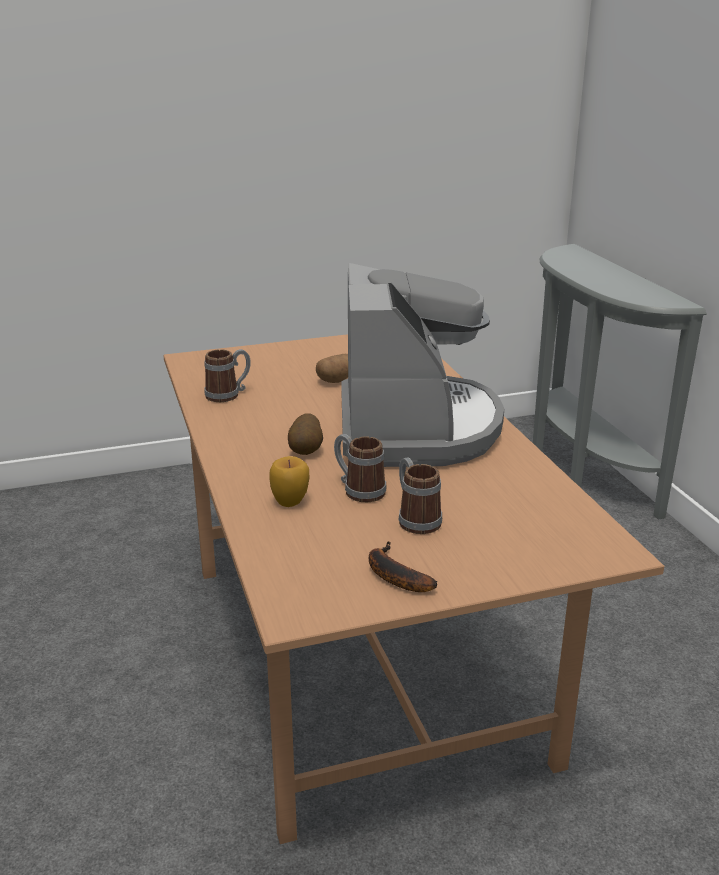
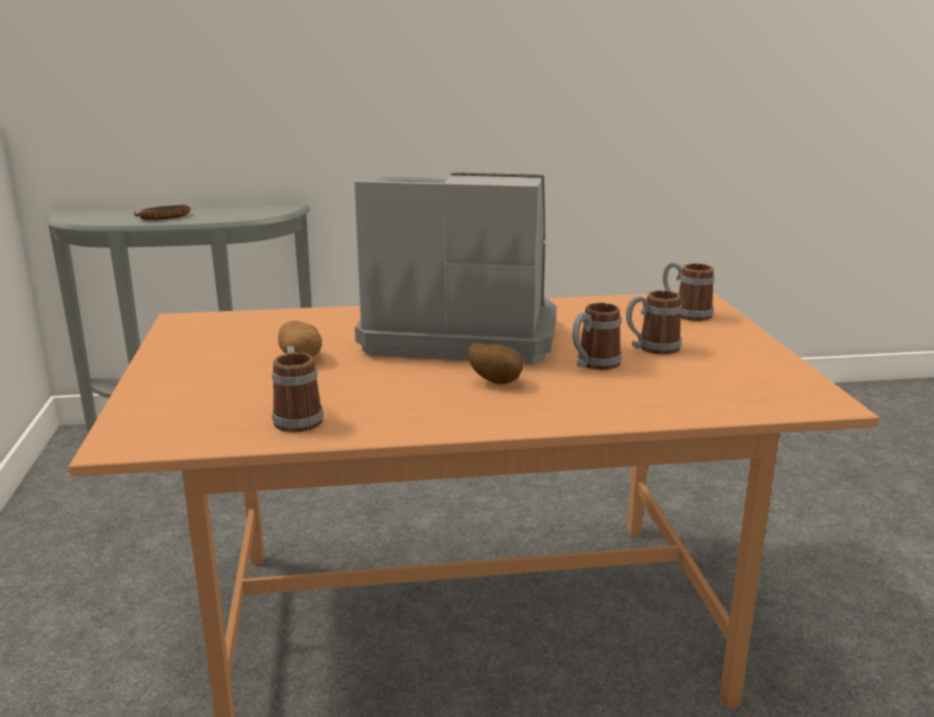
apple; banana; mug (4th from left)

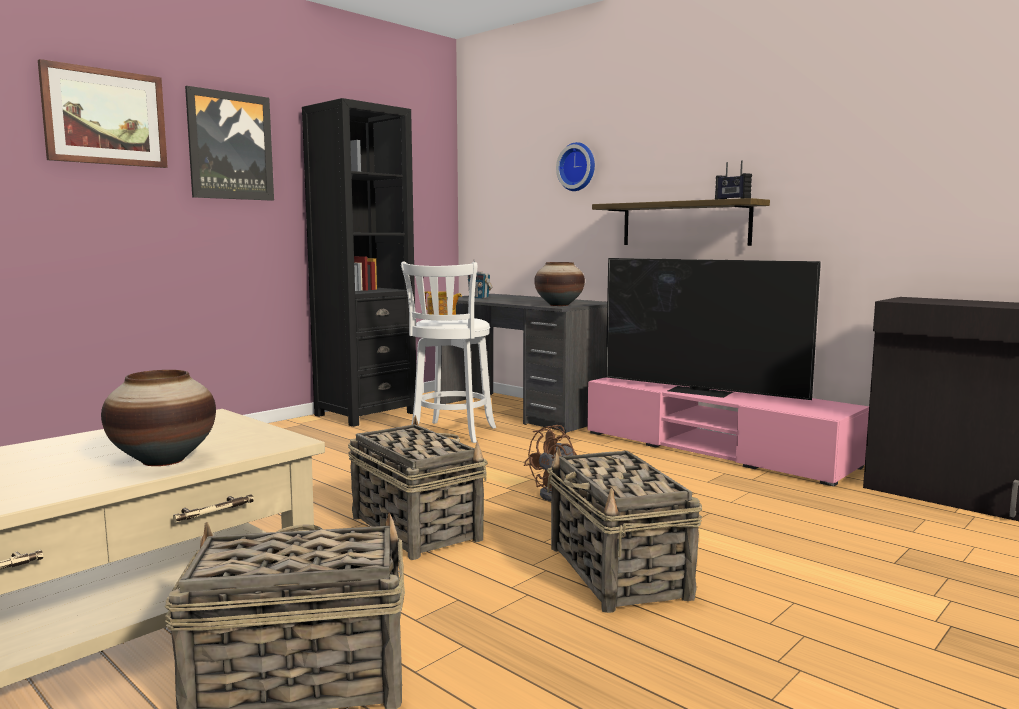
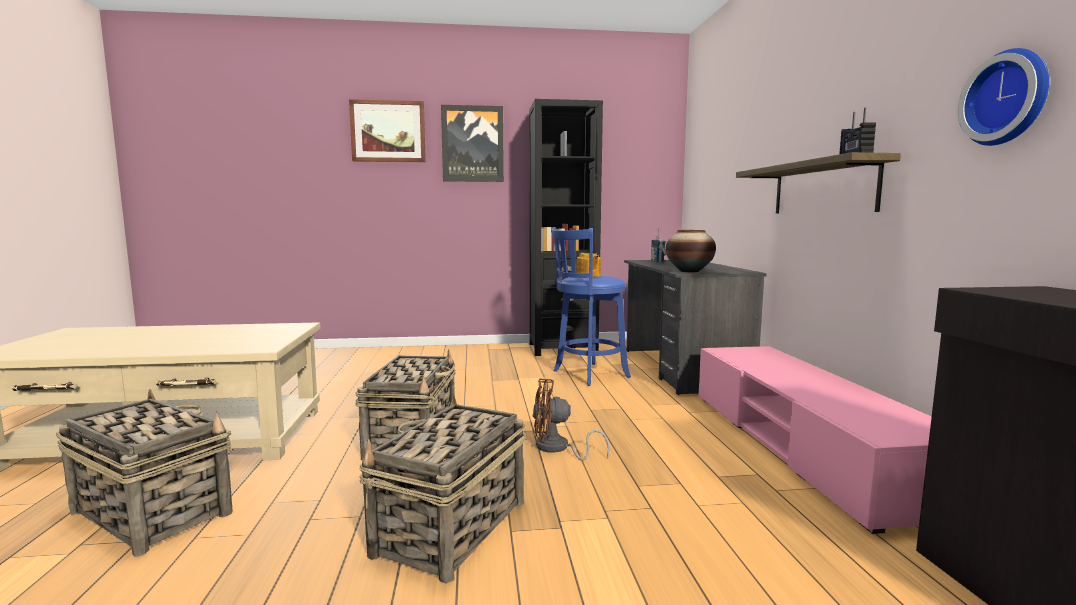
vase (1st from left in the first image); blue stool; wall clock; television

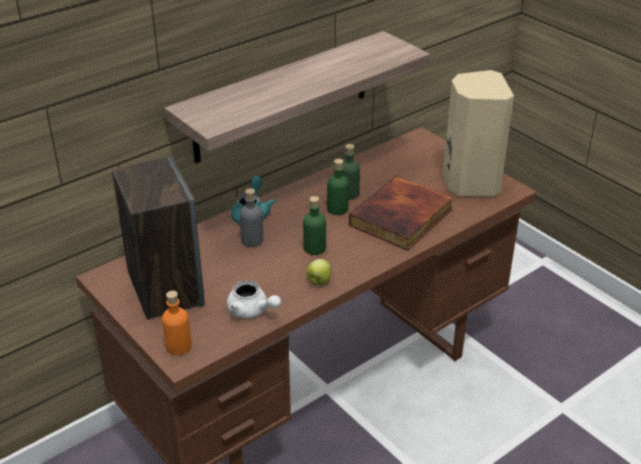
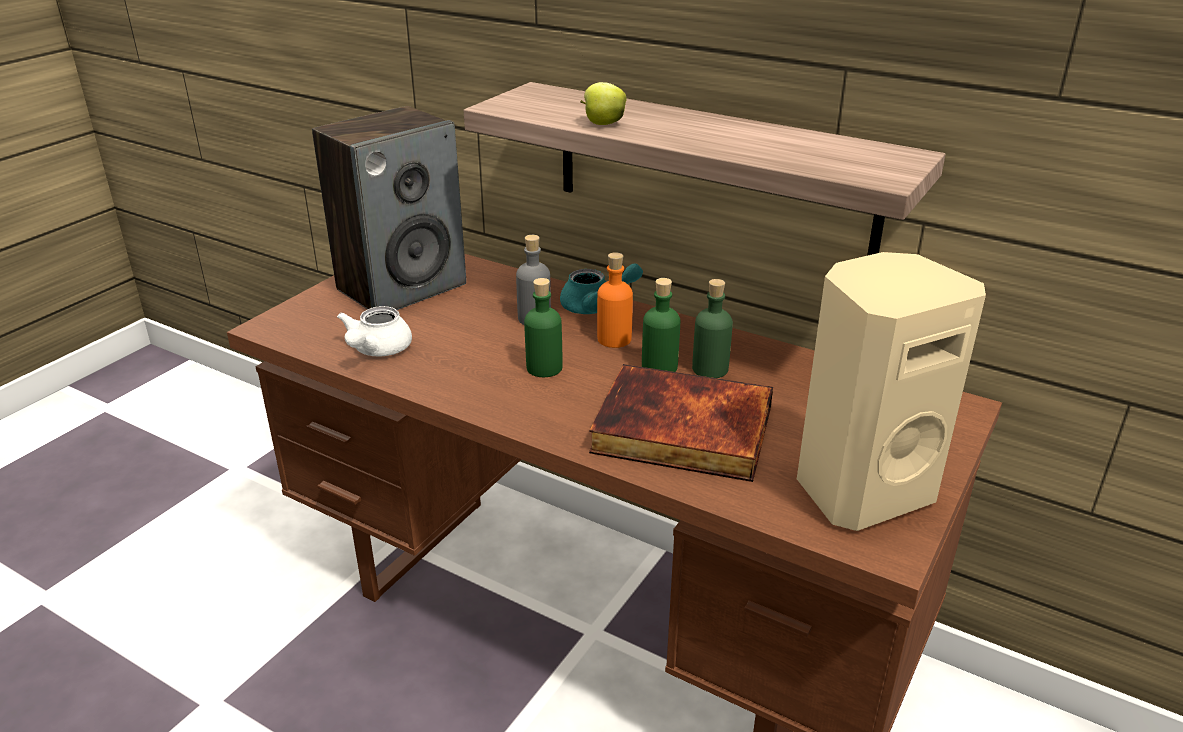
orange bottle; apple

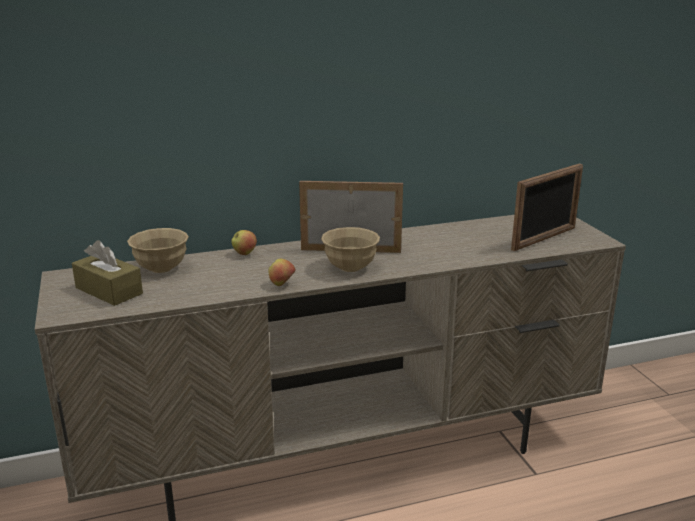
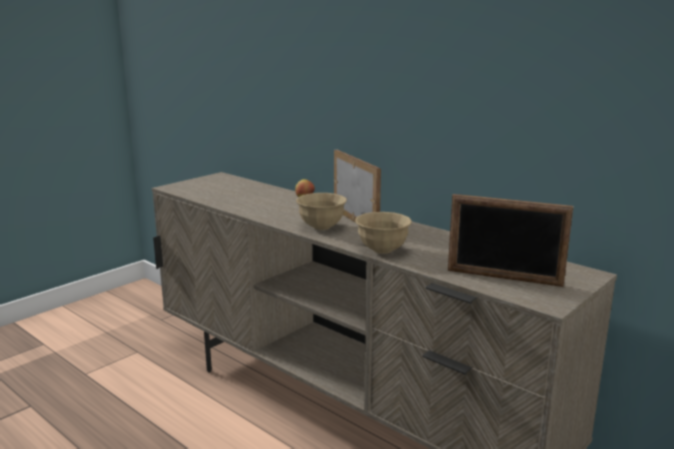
brown tissue box; beige bowl (2nd from left); apple (2nd from left in the first image)

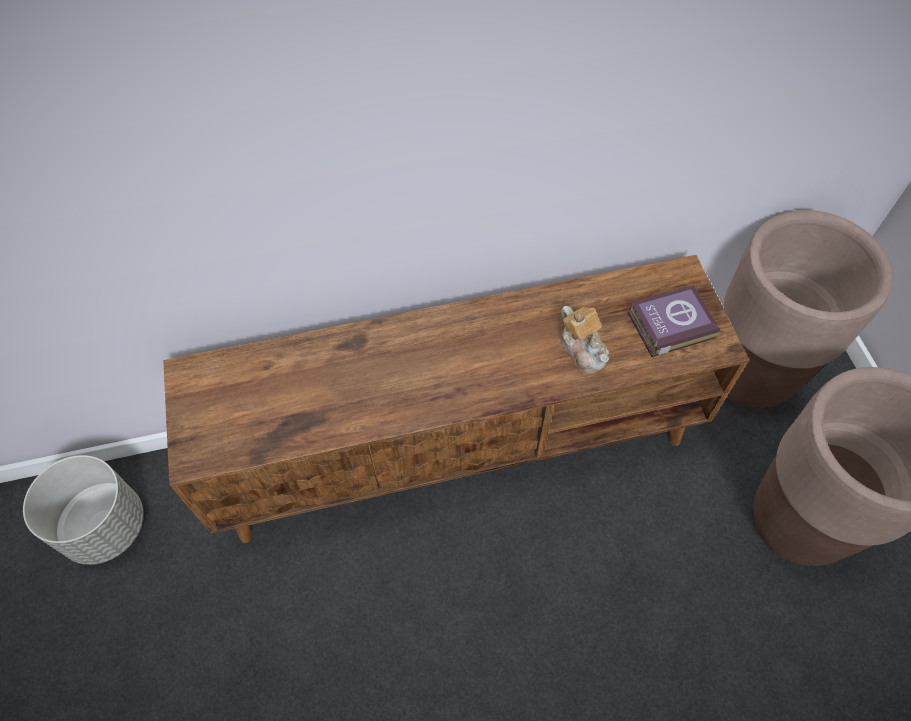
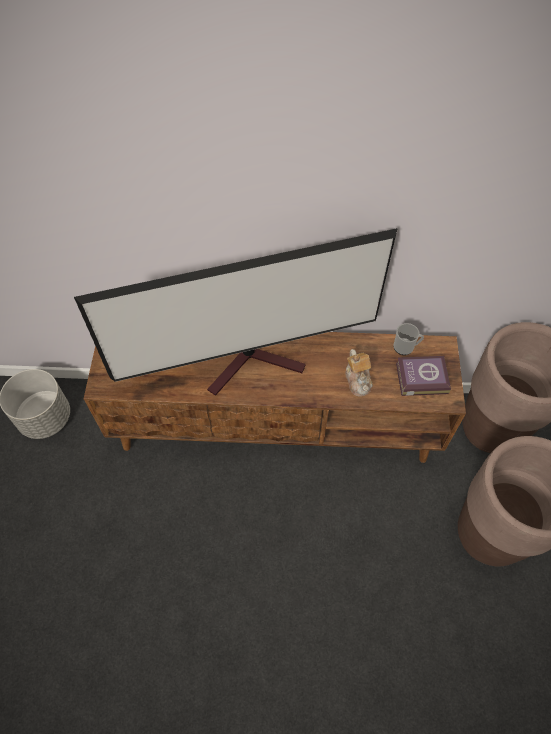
television; mug

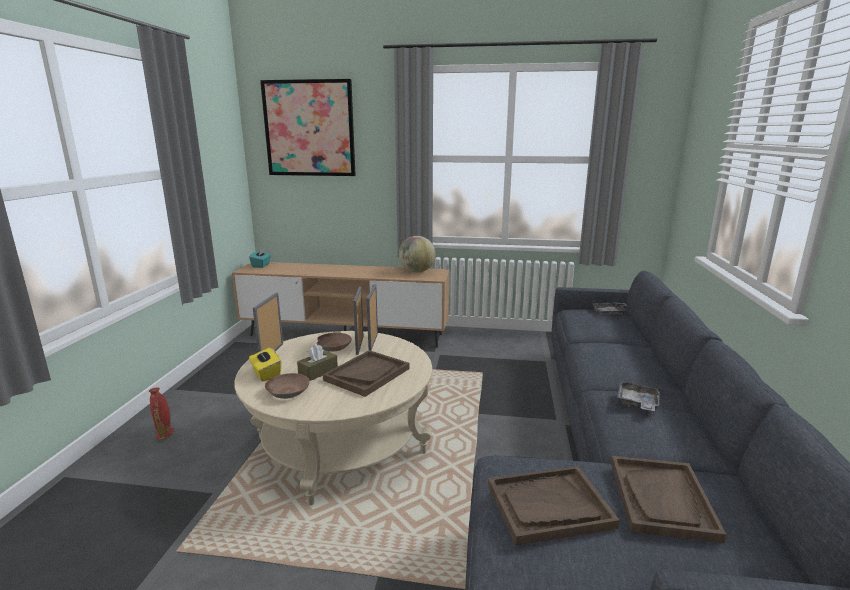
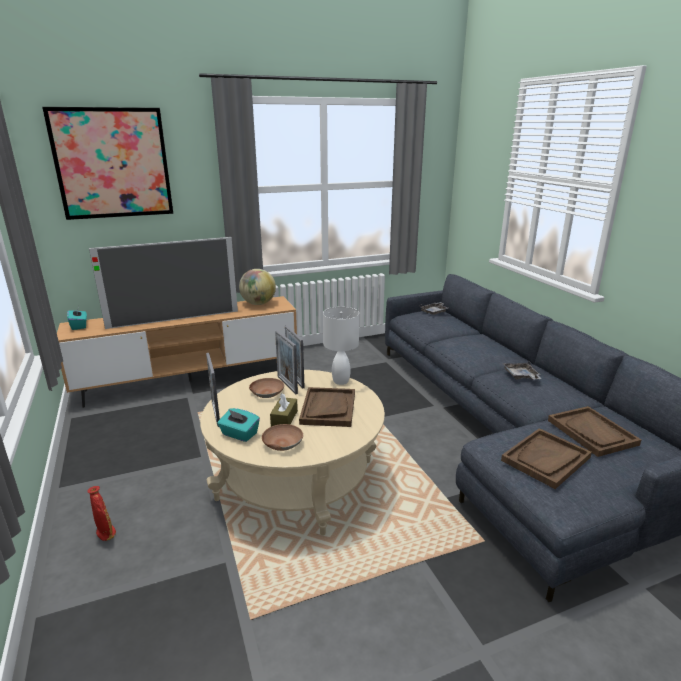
turquoise tissue box (2nd from left); television; white table lamp

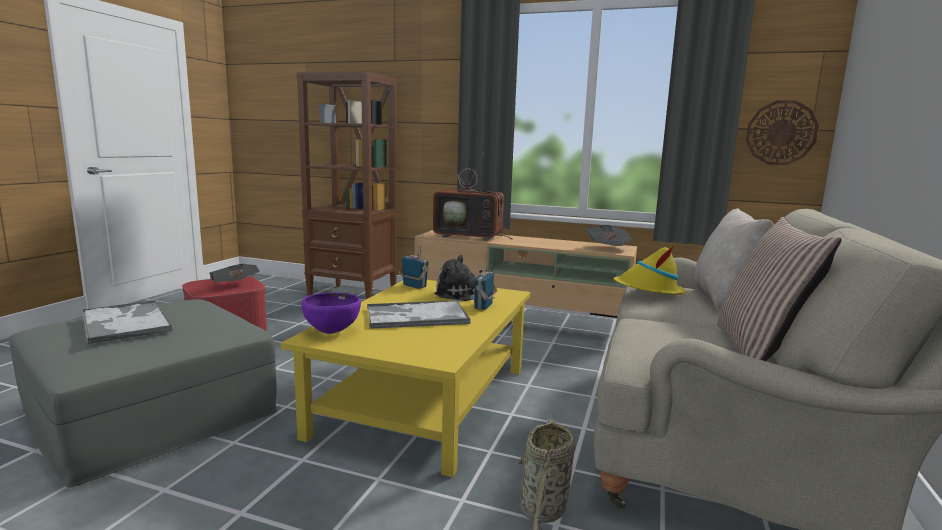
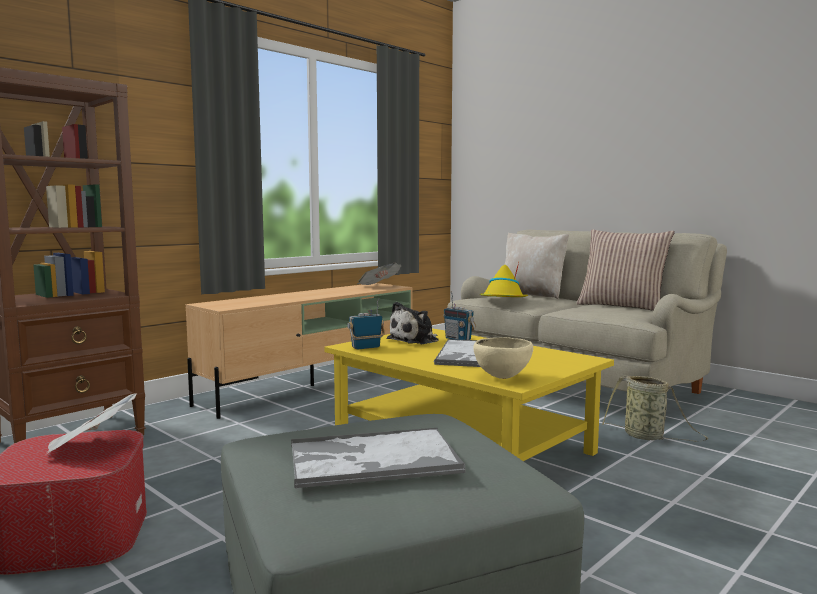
beige bowl; television; wall clock

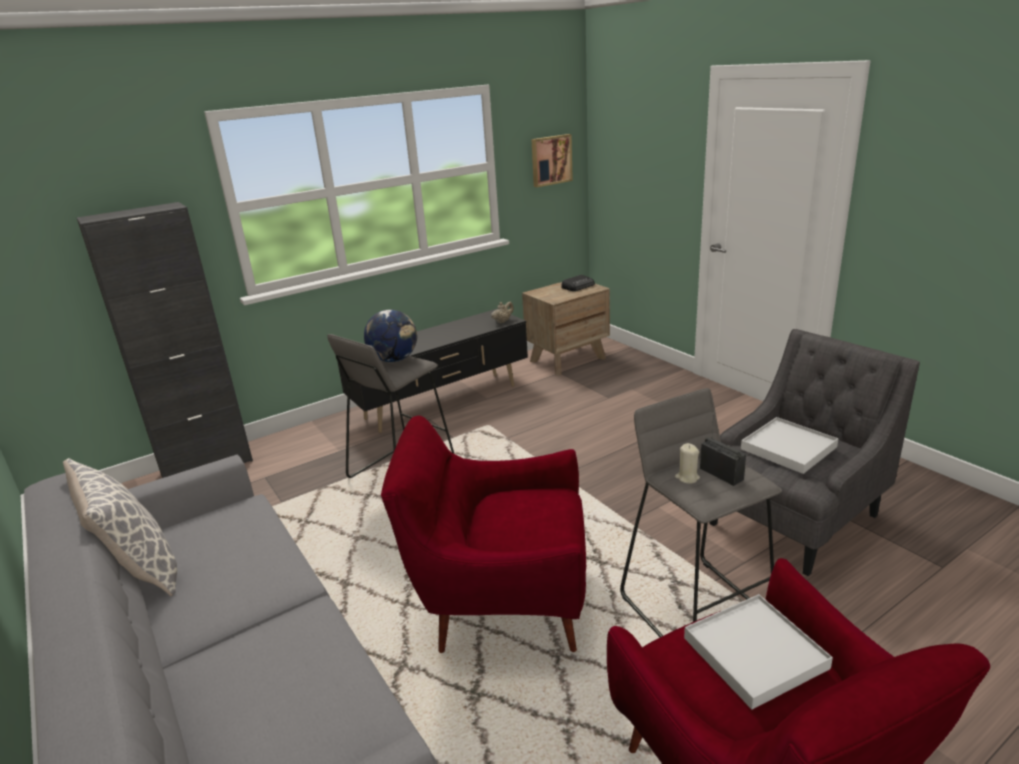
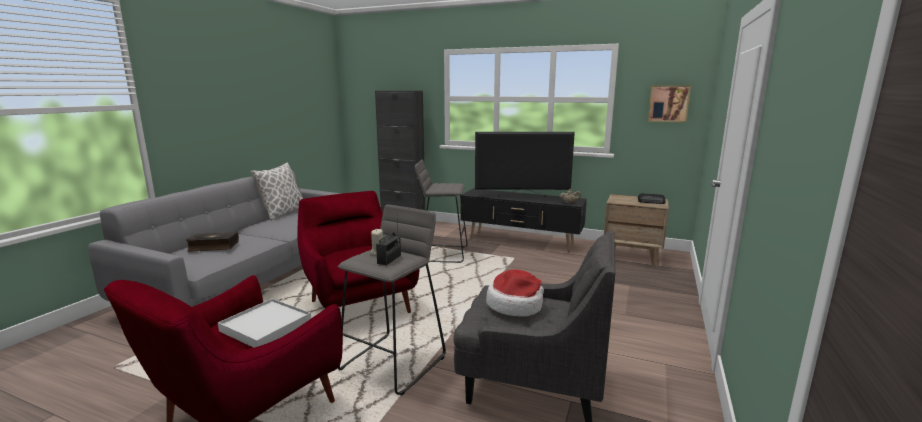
globe; hat; book; television

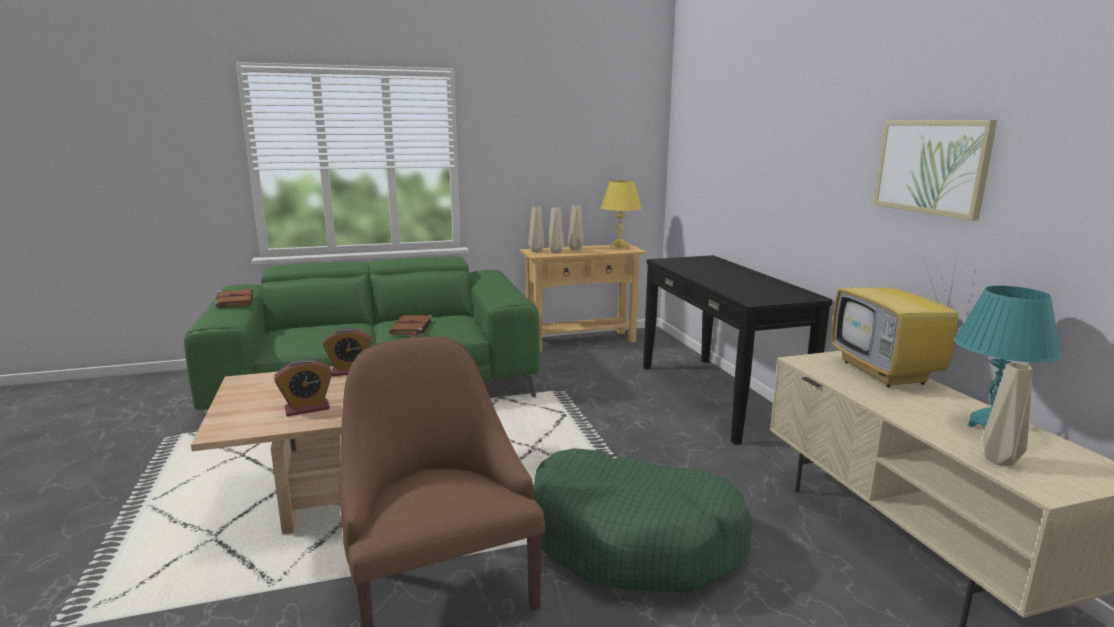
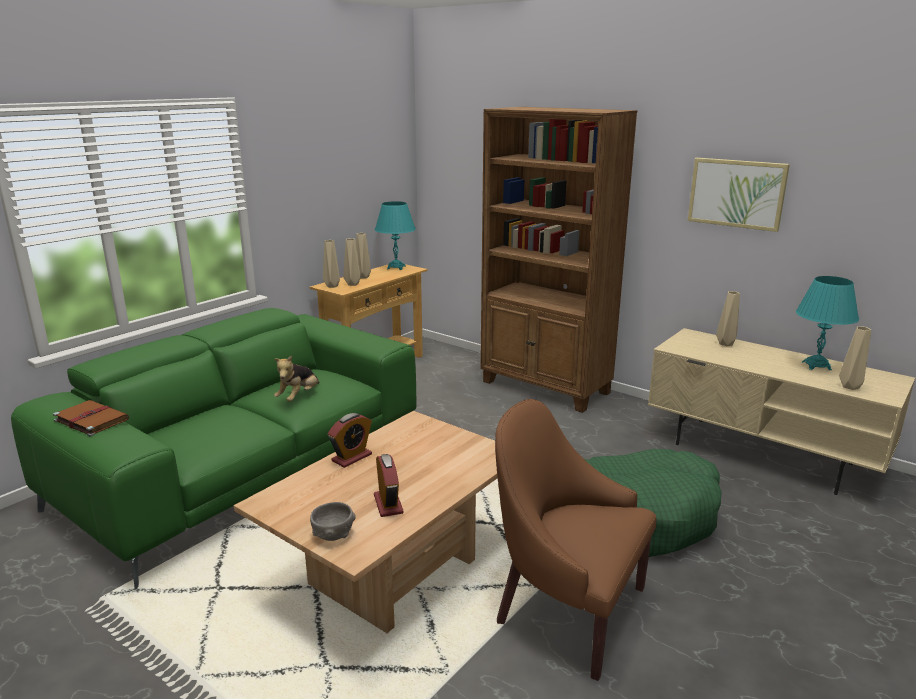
alarm clock (2nd from left); plush toy; turquoise table lamp (1st from left); brown bookcase; beige vase (4th from left); grey bowl

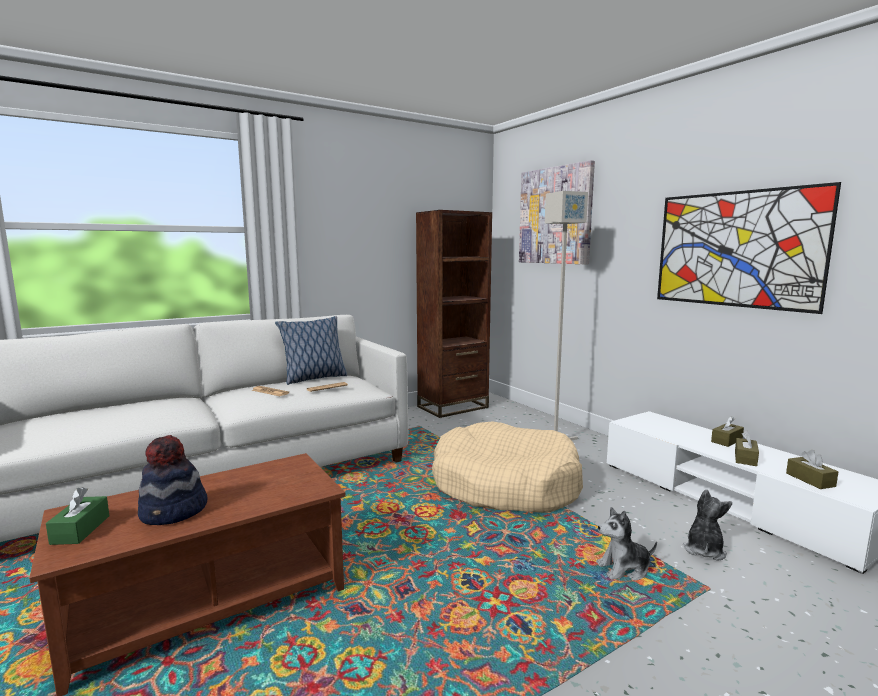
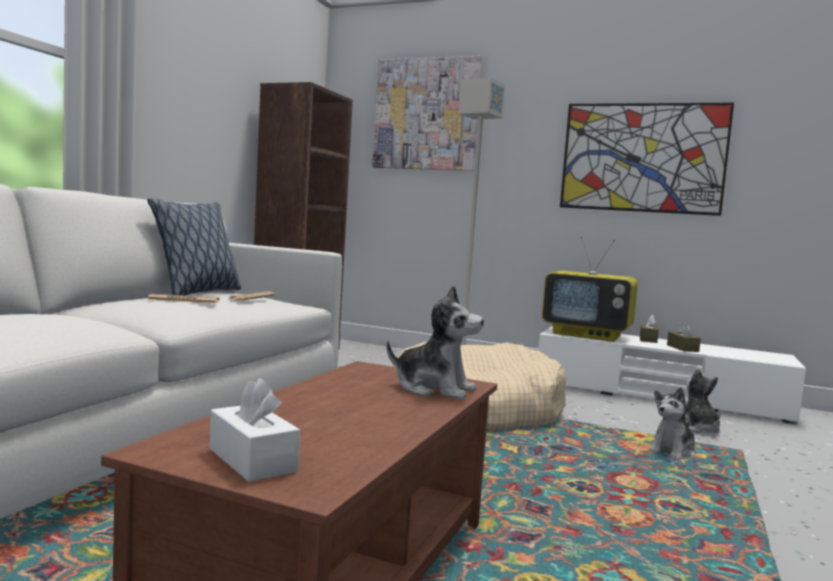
white tissue box; hat; brown tissue box (3rd from left in the first image); plush toy (1st from left); television

